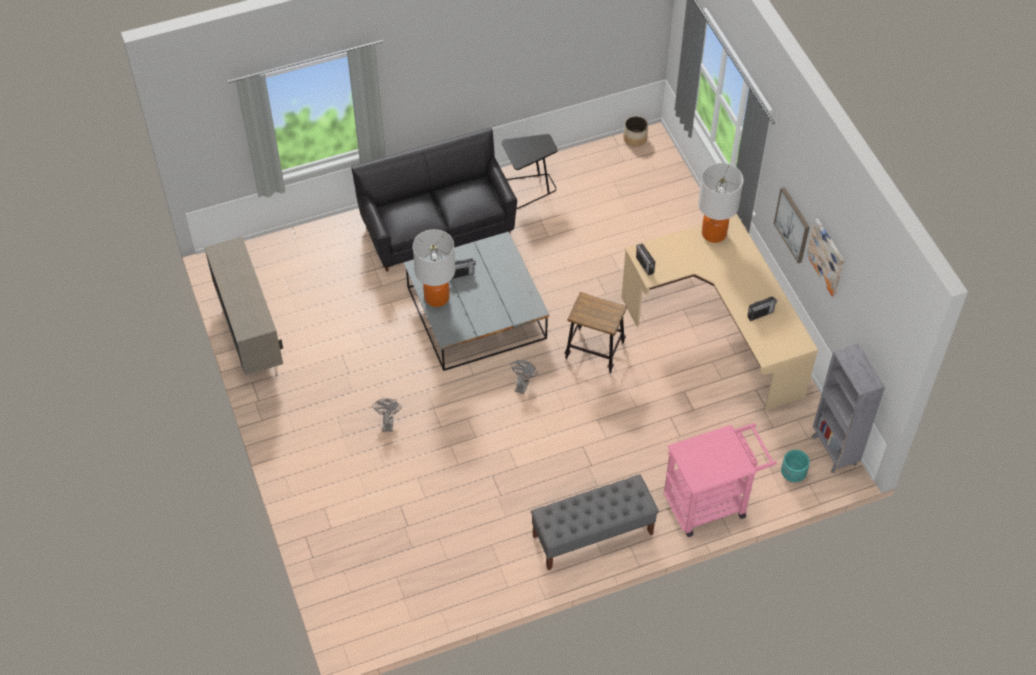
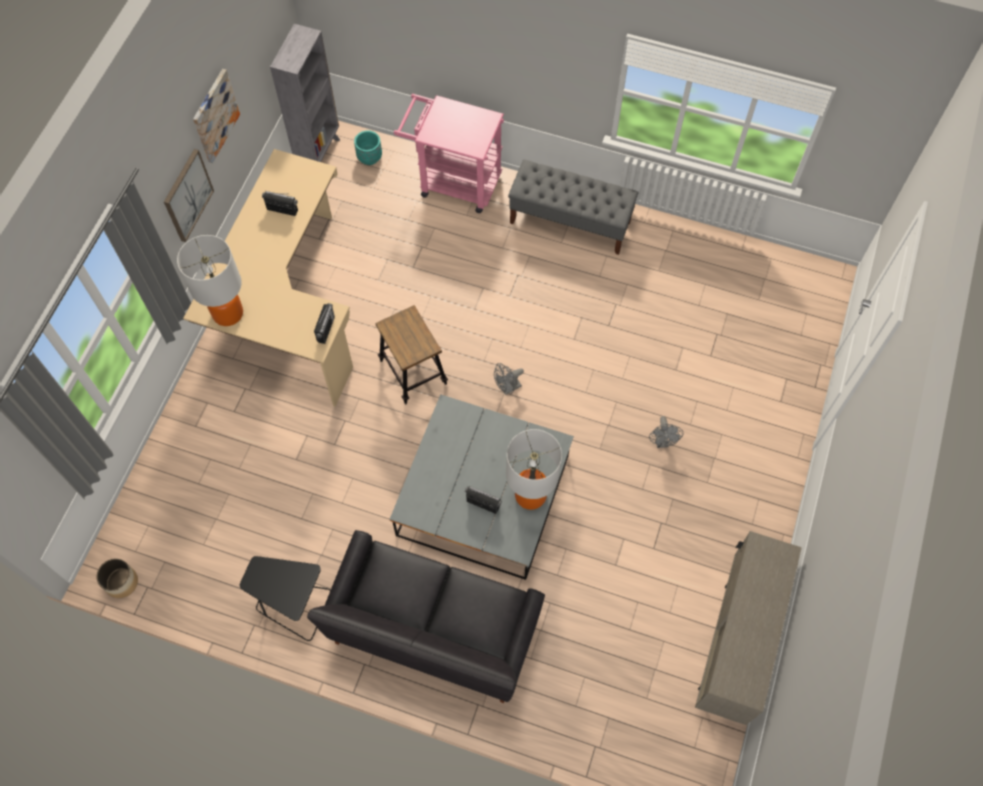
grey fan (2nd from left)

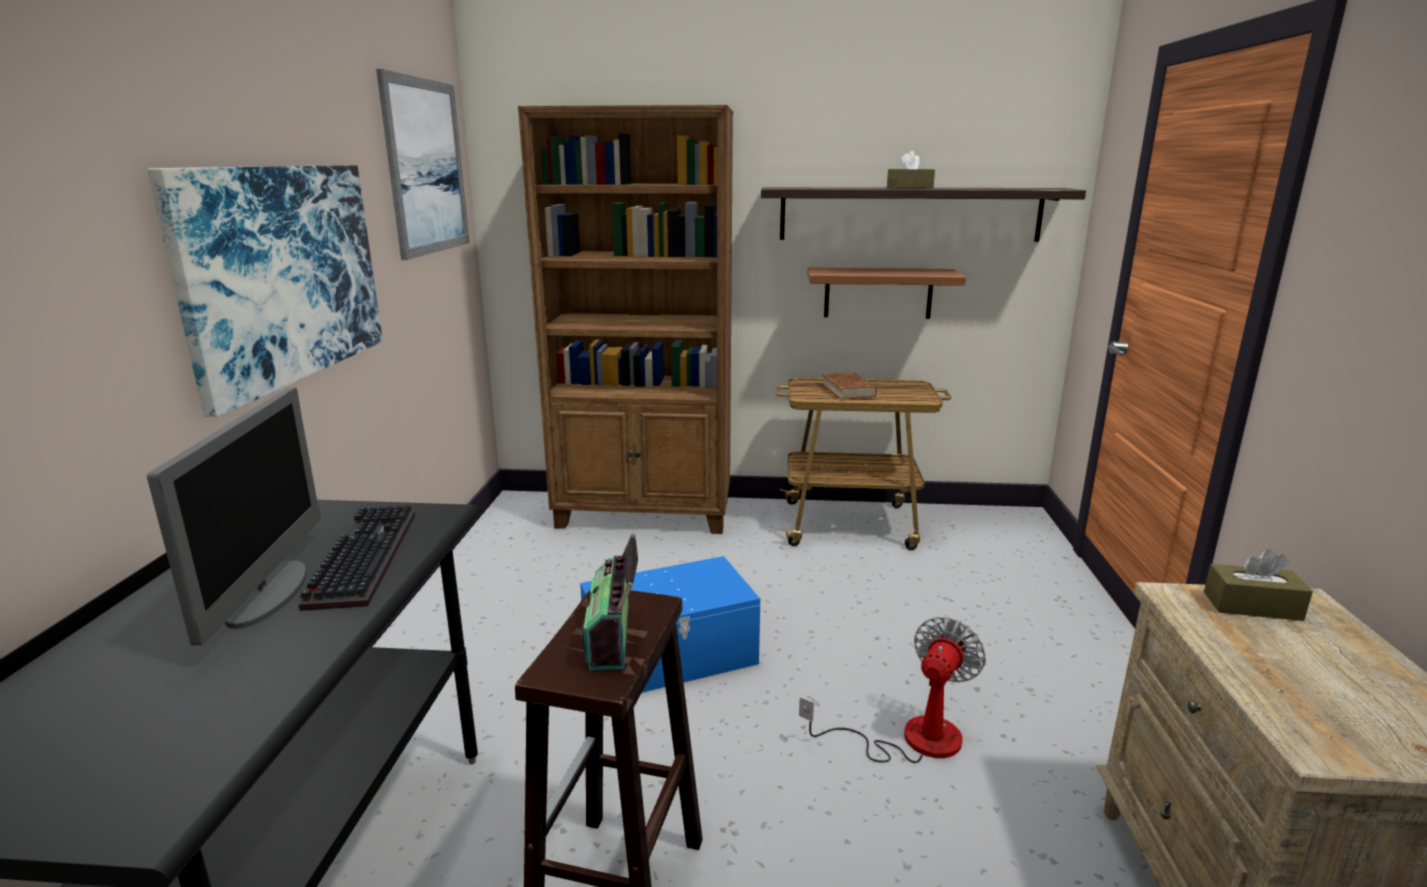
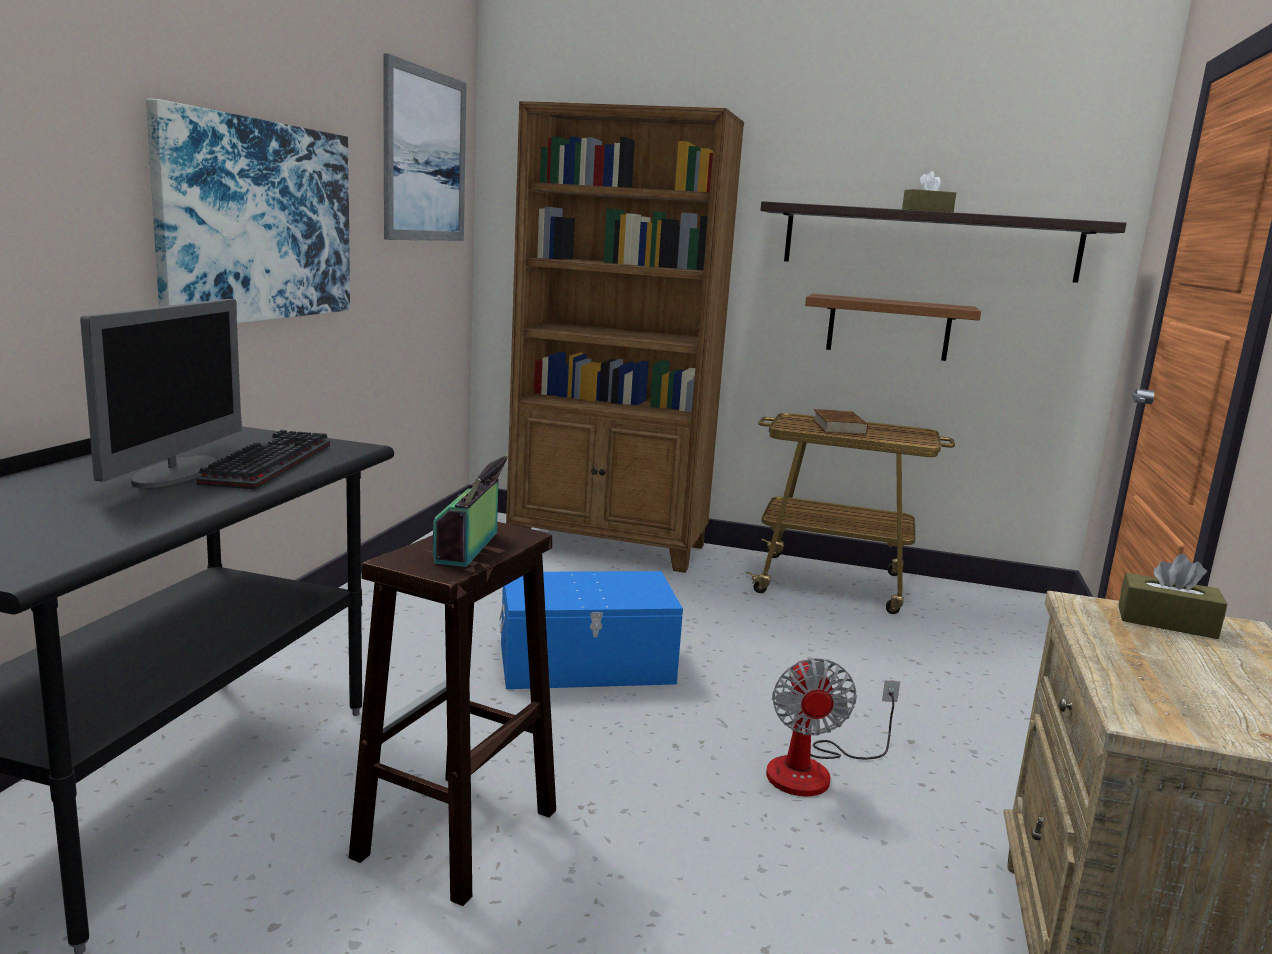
fan

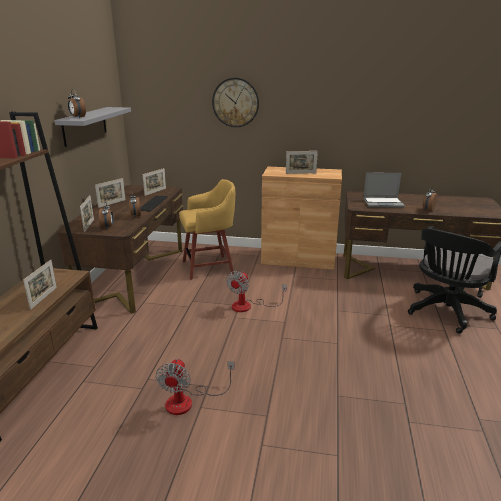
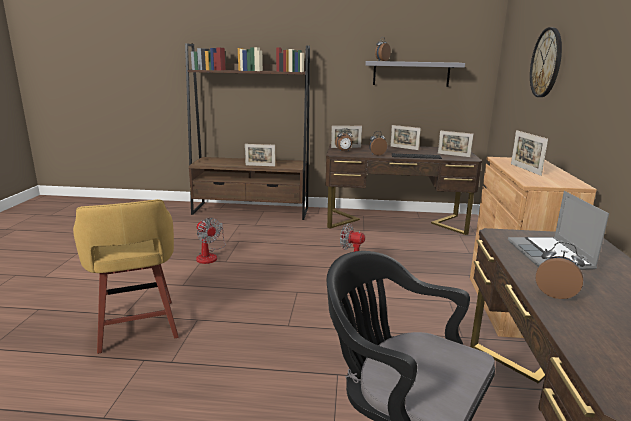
fan (1st from left); yellow stool

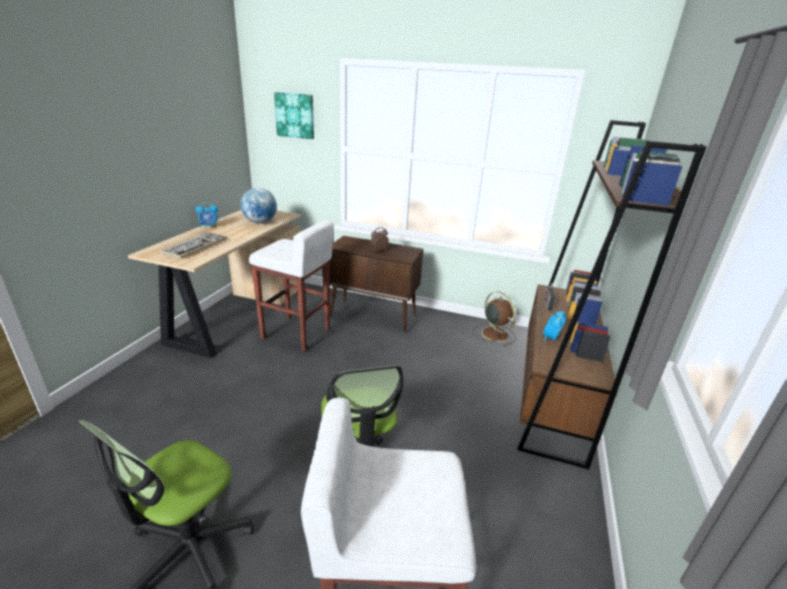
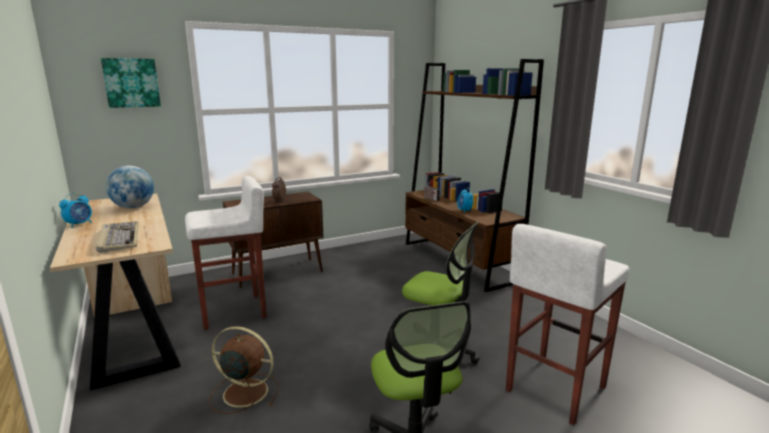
brown fan

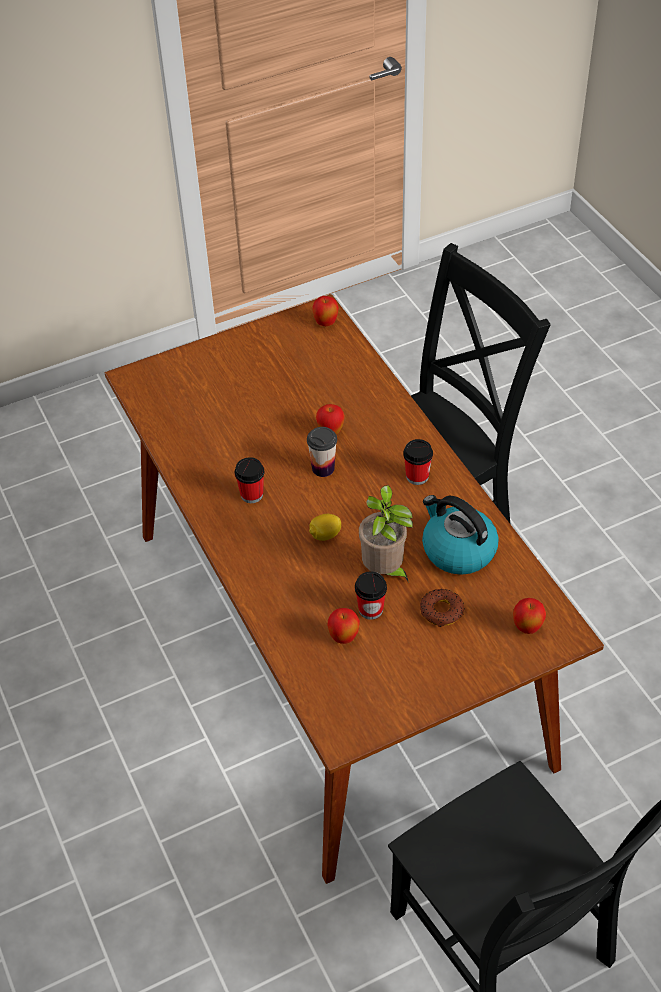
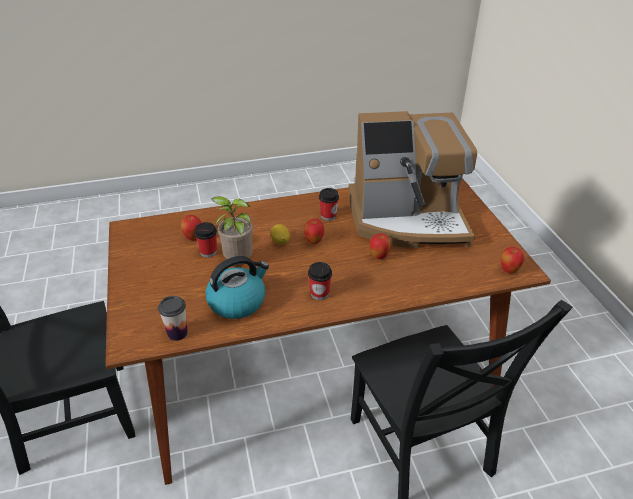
cup (1st from left); donut; apple (2nd from left); coffee machine

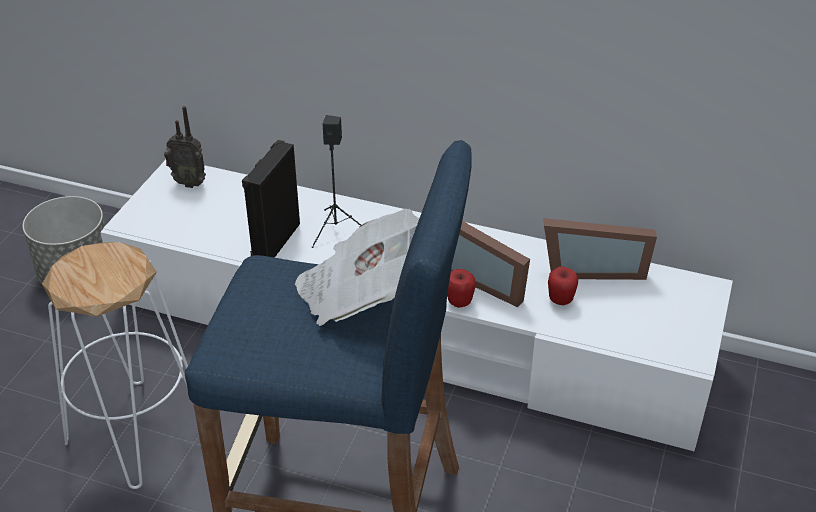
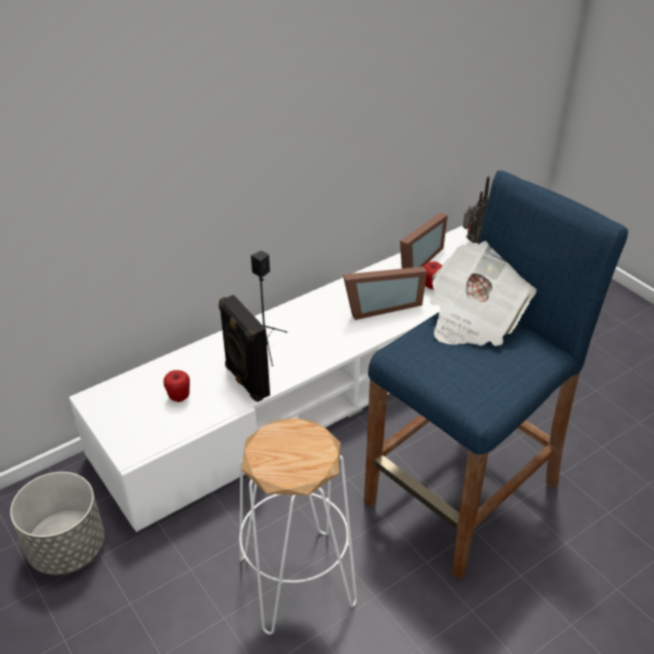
radio; apple (1st from left)

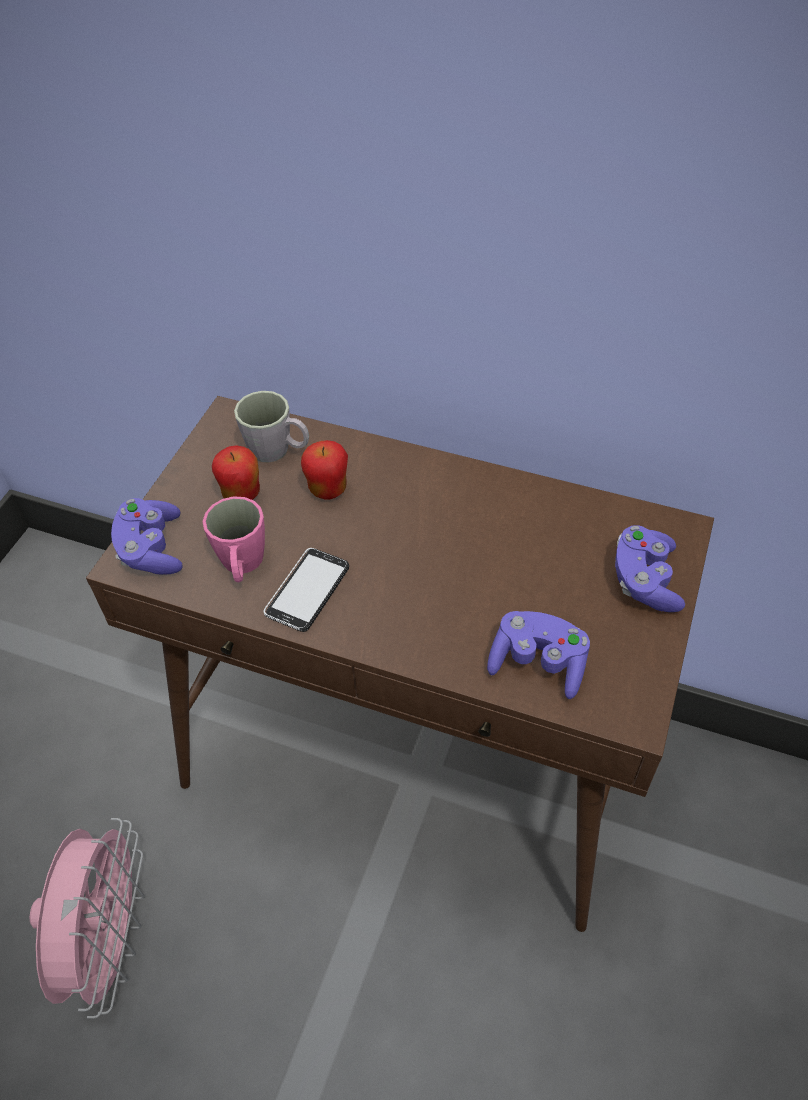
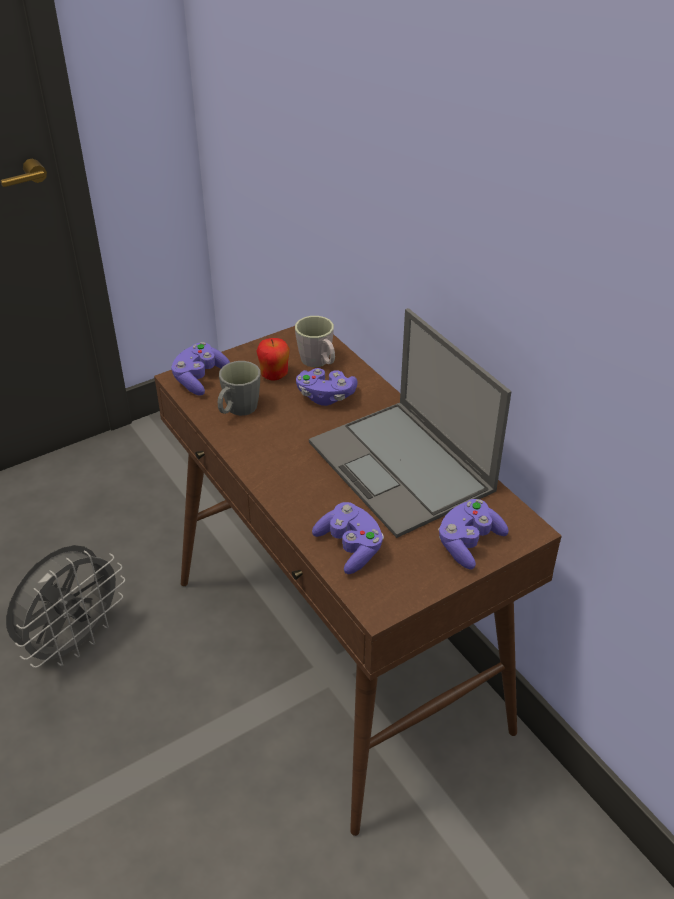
grey fan; grey mug (1st from left); phone; purple game controller (2nd from left); laptop

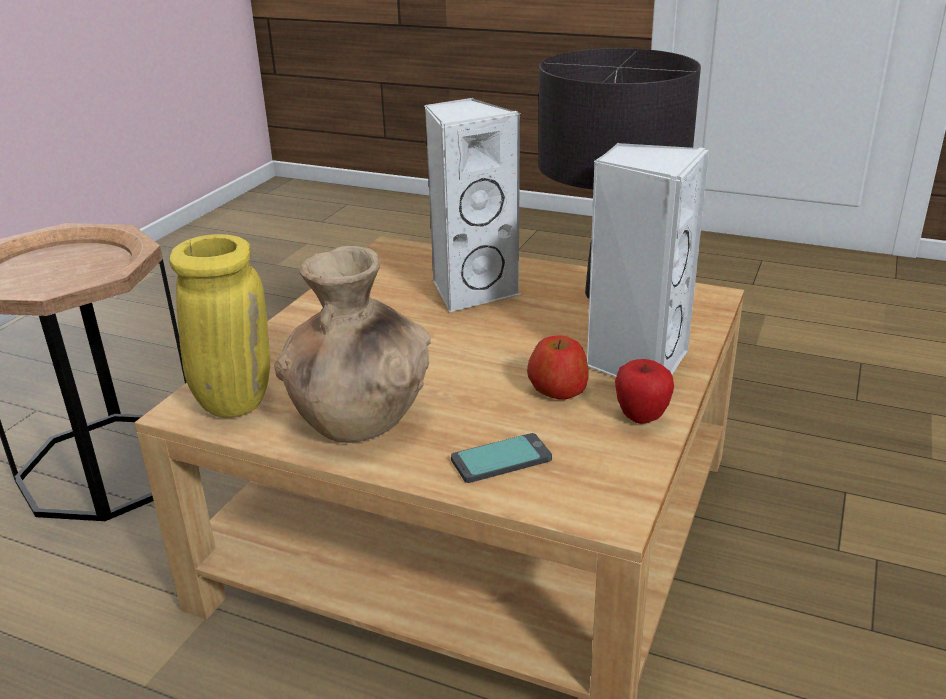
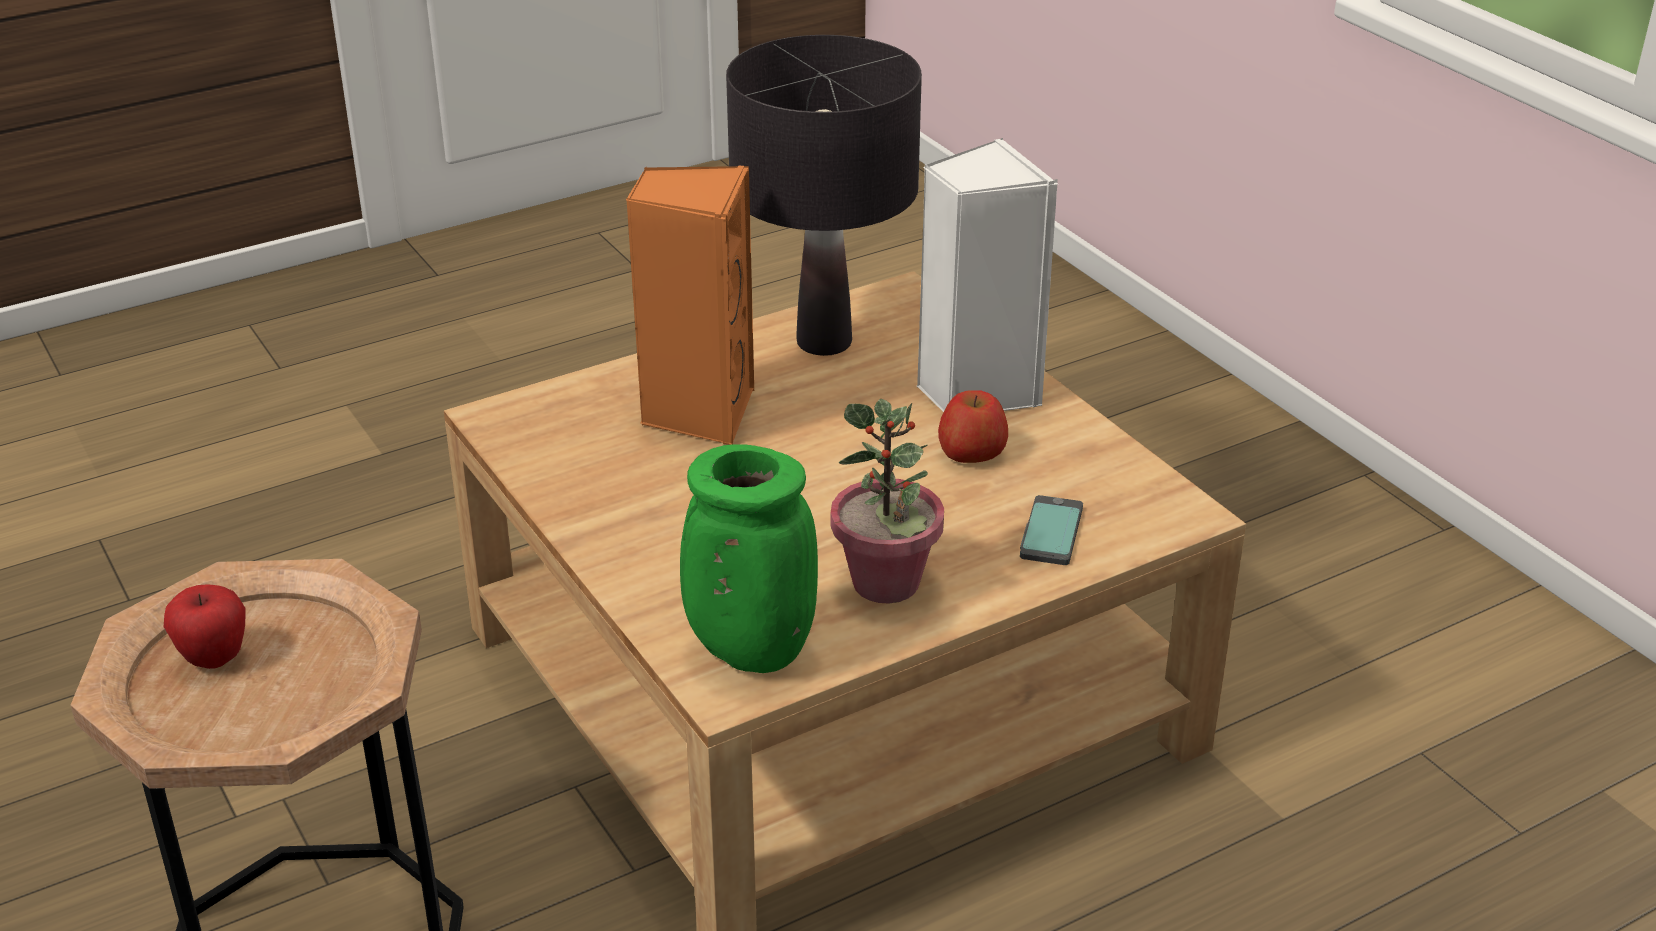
green vase; potted plant; orange speaker; apple (1st from left)

